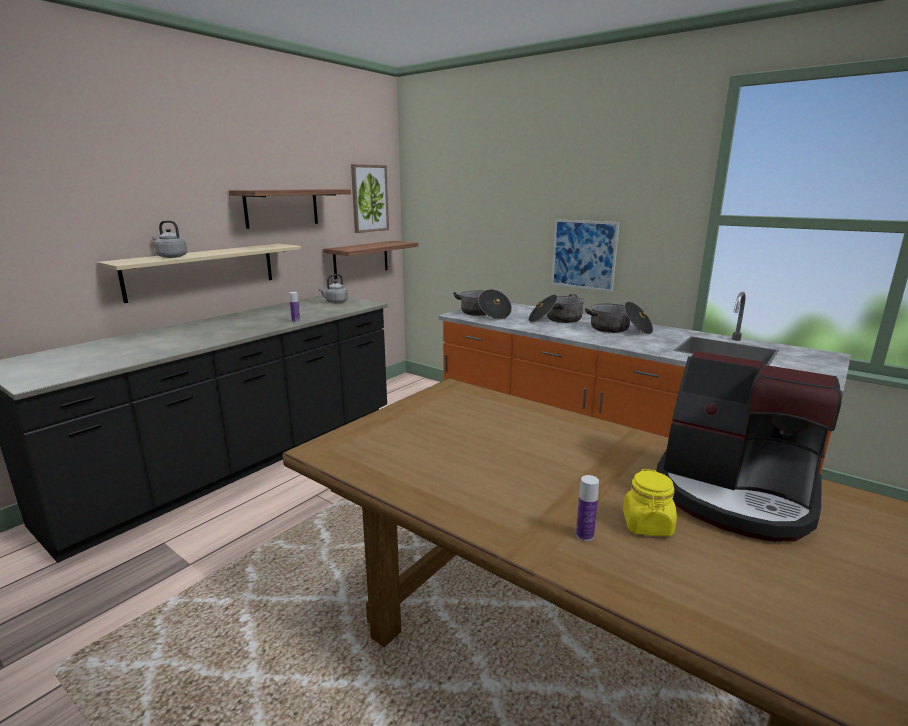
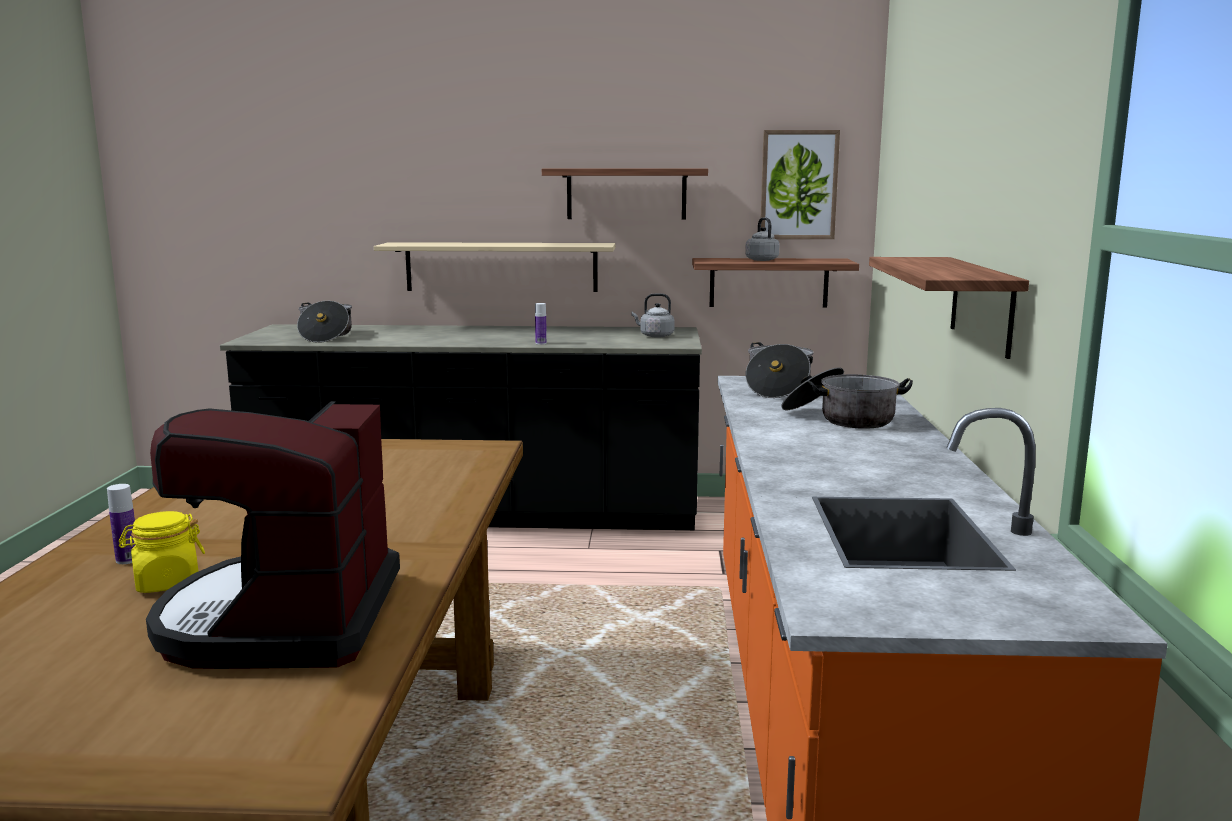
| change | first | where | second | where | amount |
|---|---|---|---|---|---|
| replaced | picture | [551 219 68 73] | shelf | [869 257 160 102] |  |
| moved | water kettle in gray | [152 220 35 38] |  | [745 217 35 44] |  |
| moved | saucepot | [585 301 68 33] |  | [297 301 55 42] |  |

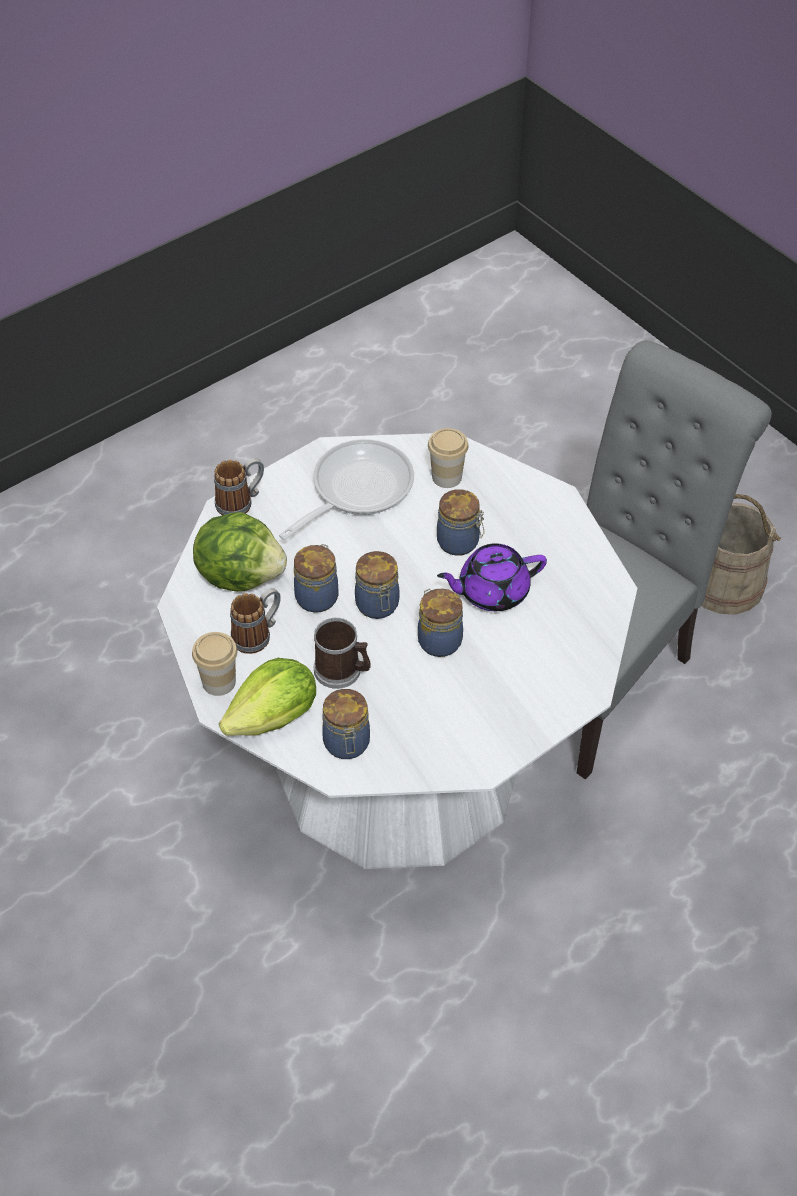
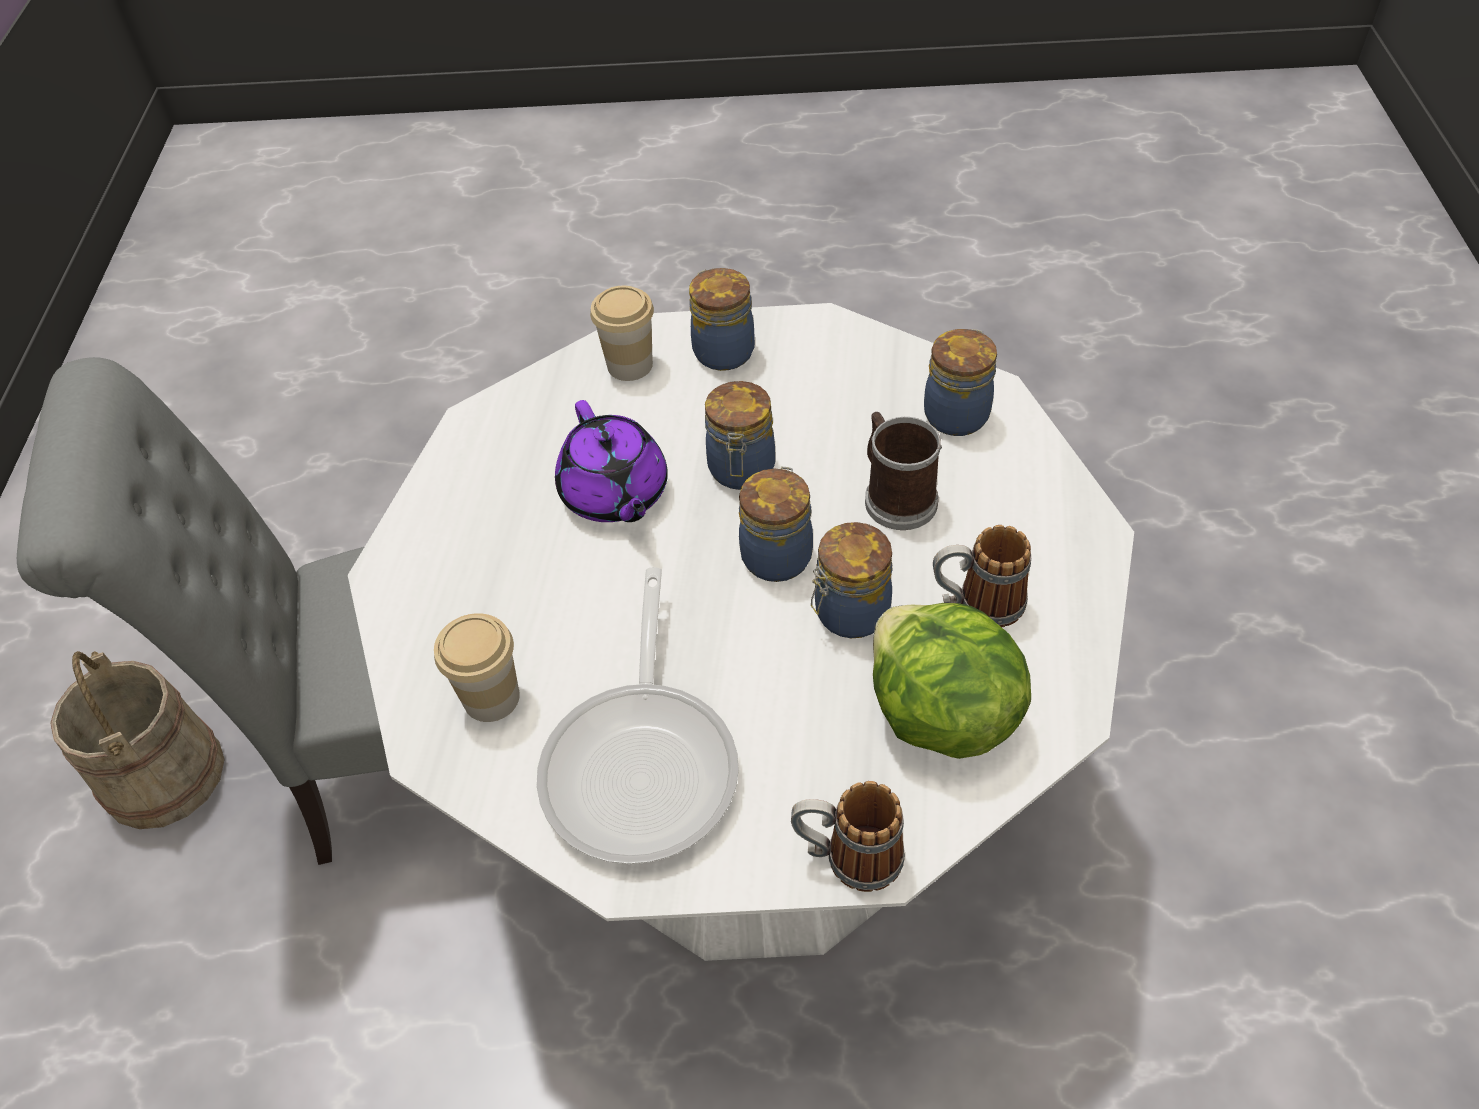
| change | first | where | second | where | amount |
|---|---|---|---|---|---|
| turned | skillet | [279 439 135 101] |  | [537 567 202 297] | 75 degrees counterclockwise |
| moved | preserve jar | [437 489 47 67] |  | [689 268 66 103] |  |
| turned | teapot in purplish | [437 543 110 68] |  | [555 400 113 122] | 45 degrees clockwise |
| moved | small cup | [192 632 46 64] |  | [590 286 64 95] |  |
| removed | lettuce | [219 658 97 78] |  |  |  |

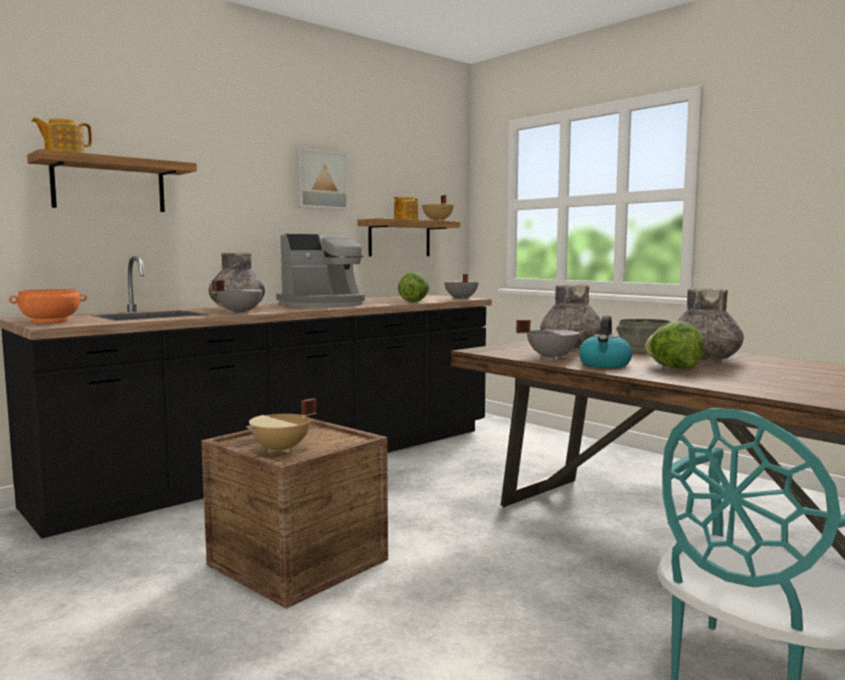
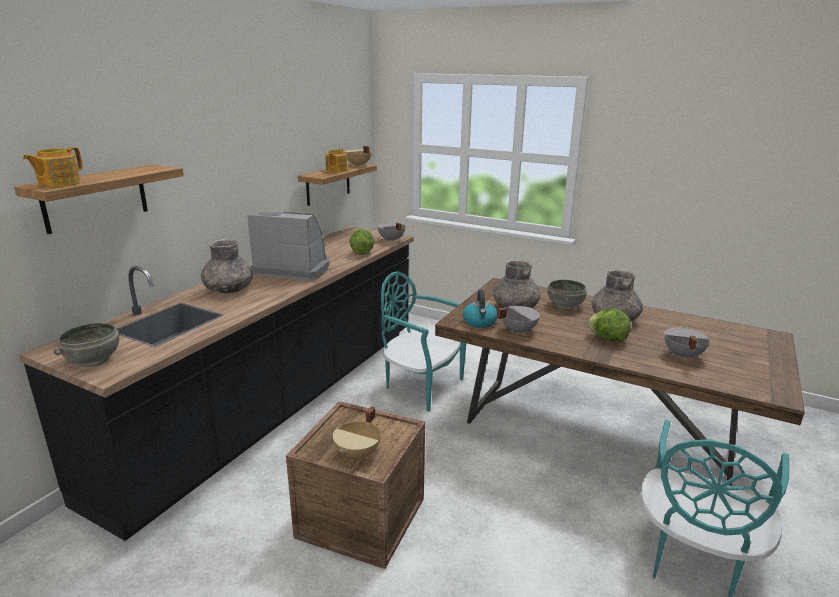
| change | first | where | second | where | amount |
|---|---|---|---|---|---|
| removed | picture | [296 148 53 62] |  |  |  |
| turned | coffee brewer | [276 234 89 73] |  | [247 212 82 69] | 120 degrees counterclockwise |
| moved | saucepot in gray | [212 280 51 34] |  | [664 326 46 34] |  |
| recoloured | deep dish in orange | [9 289 78 34] | deep dish in gray | [54 323 67 44] |  |
| moved | water kettle | [579 315 53 53] |  | [463 290 34 38] |  |
| added |  |  | upright chair in turquoise | [381 271 85 141] |  |

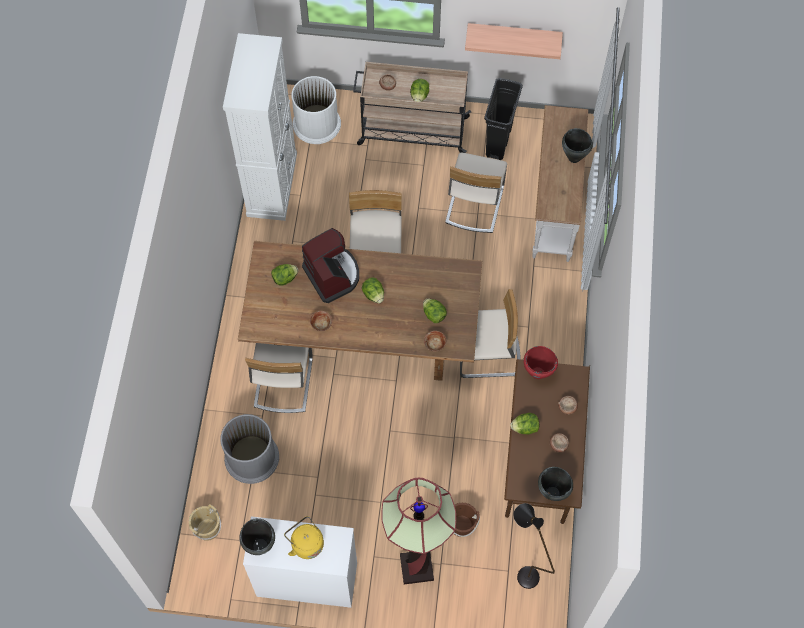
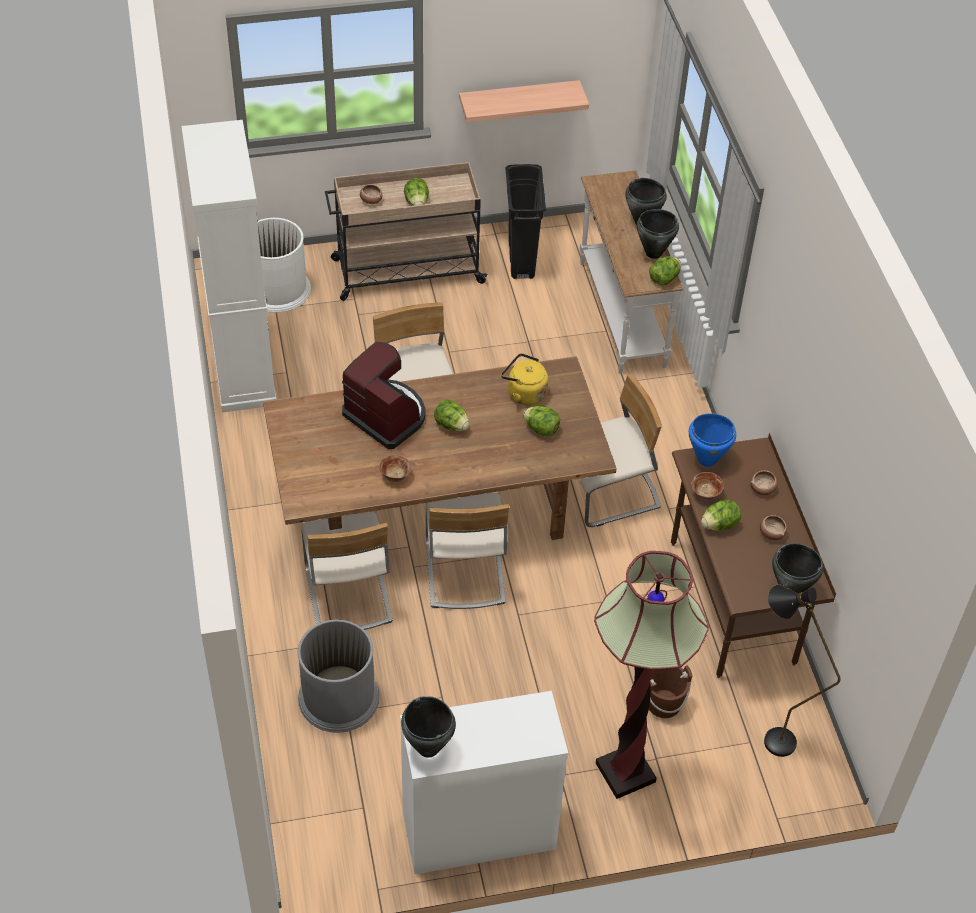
| change | first | where | second | where | amount |
|---|---|---|---|---|---|
| moved | upright chair in beige-coloured | [445 153 62 80] |  | [426 493 83 116] |  |
| moved | lettuce | [271 264 27 21] |  | [649 257 32 28] |  |
| moved | deep dish | [424 331 22 20] |  | [691 472 33 28] |  |
| recoloured | saucepot in reddish | [523 346 35 33] | saucepot in bluish | [689 413 47 54] |  |
| removed | pail in beige-coloured | [189 504 32 37] |  |  |  |
| moved | water kettle in yellow-coloured | [284 516 40 43] |  | [501 353 47 52] |  |
| added |  |  | saucepot in black | [637 209 42 50] |  |

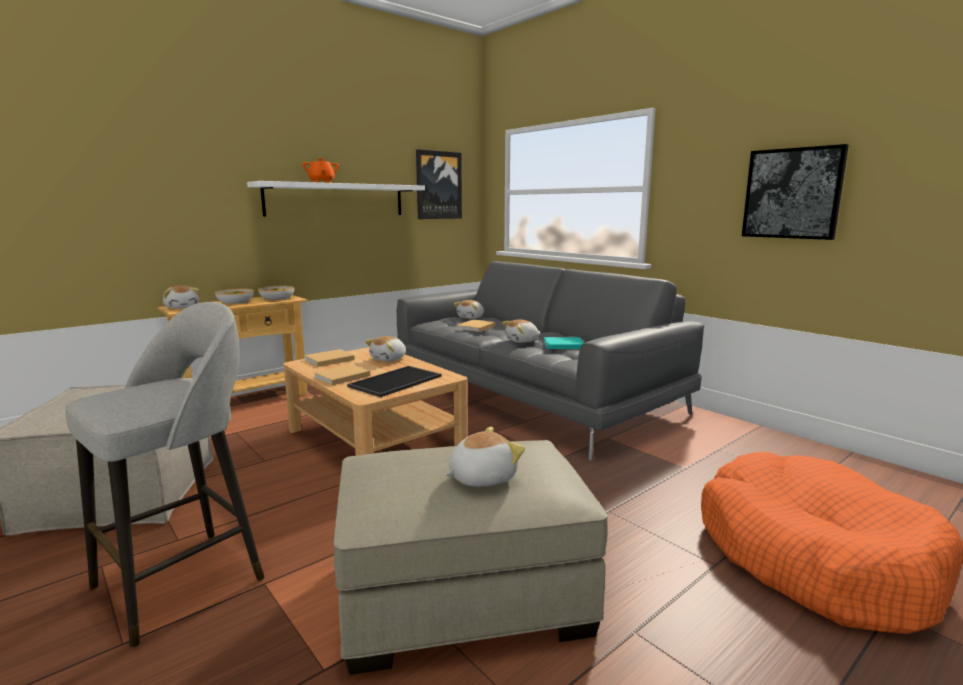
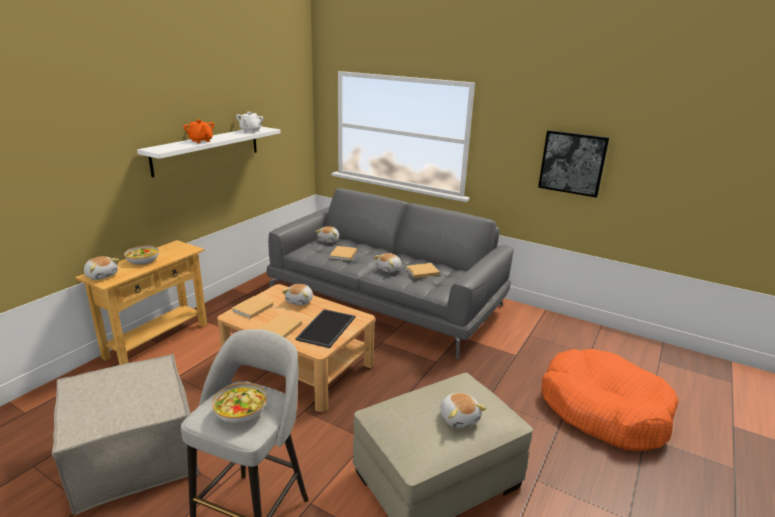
| change | first | where | second | where | amount |
|---|---|---|---|---|---|
| removed | picture | [416 149 46 70] |  |  |  |
| moved | deep dish | [258 286 36 15] |  | [212 383 55 41] |  |
| recoloured | volume in turquoise | [544 337 40 12] | volume in beige-coloured | [406 263 34 15] |  |
| turned | cuddly toy | [445 427 80 60] |  | [440 393 47 35] | 120 degrees clockwise |
| added |  |  | teapot in whitish | [236 112 27 21] |  |

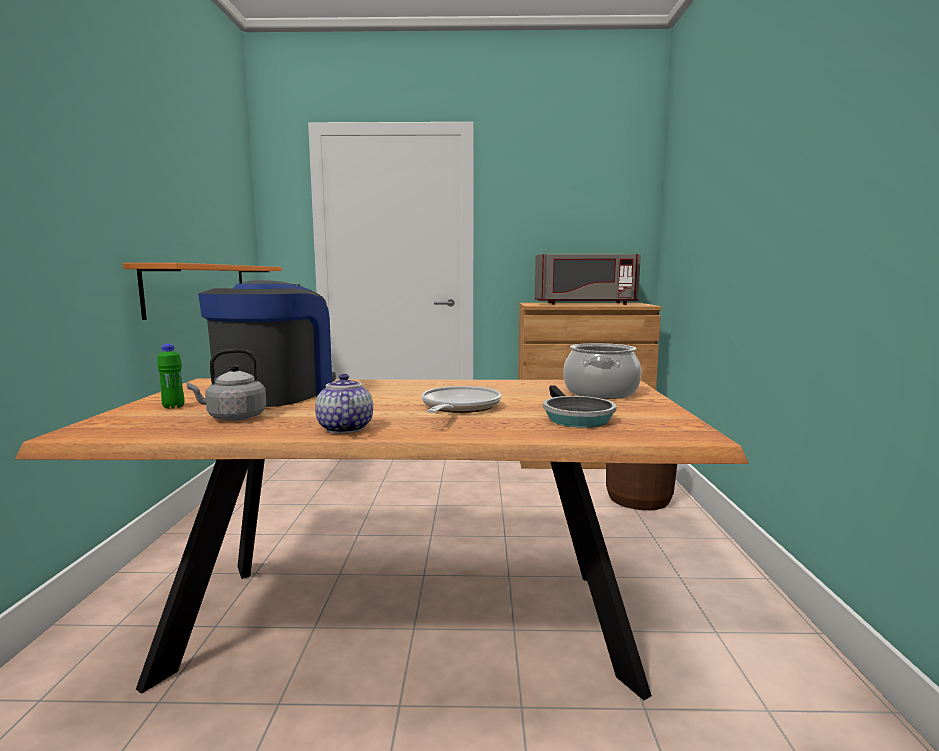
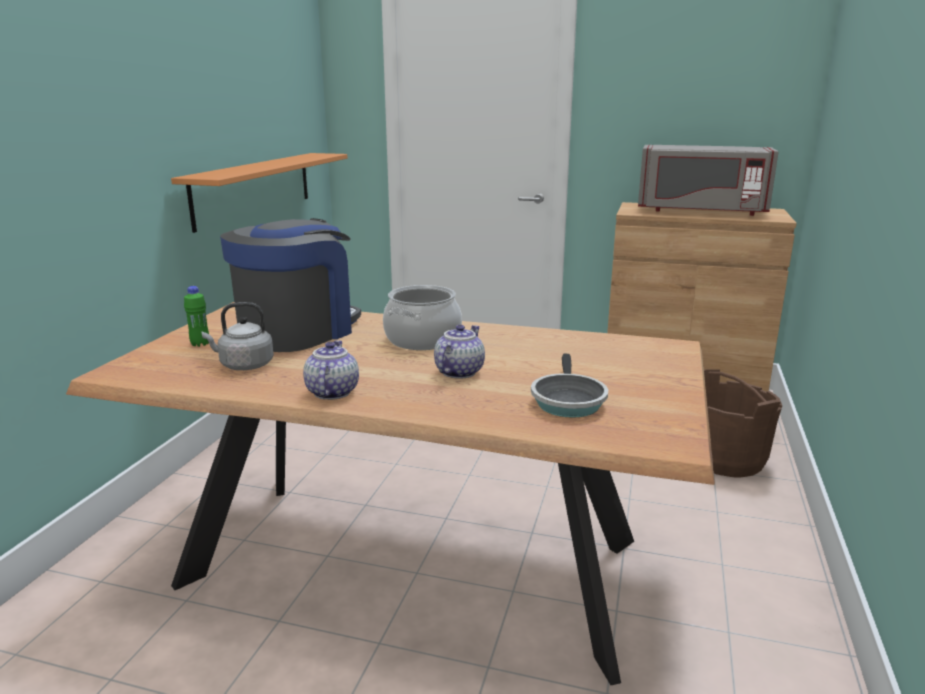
| change | first | where | second | where | amount |
|---|---|---|---|---|---|
| moved | saucepot | [563 343 78 56] |  | [383 285 79 65] |  |
| replaced | skillet | [422 386 79 27] | teapot | [434 325 51 54] |  |

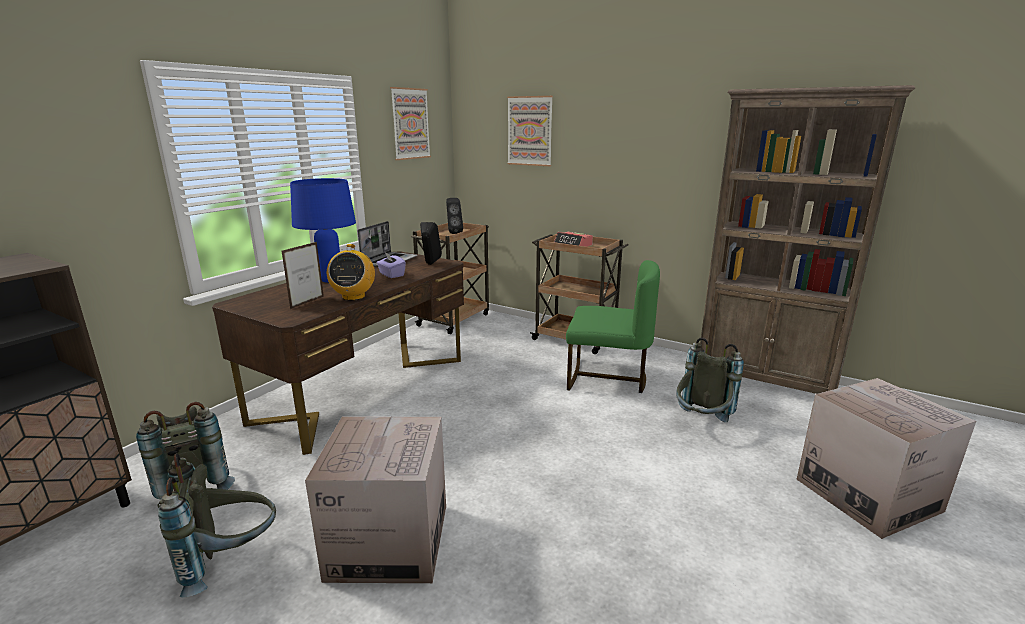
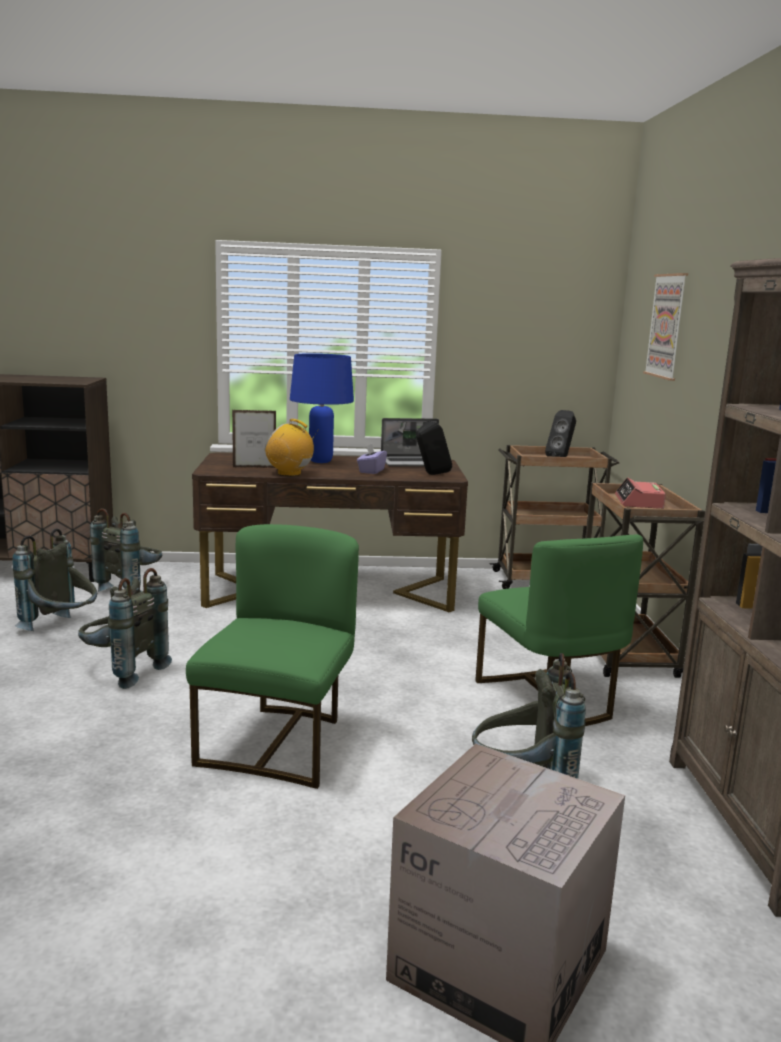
| change | first | where | second | where | amount |
|---|---|---|---|---|---|
| removed | picture | [390 87 41 73] |  |  |  |
| turned | radio receiver | [327 244 48 57] |  | [265 419 54 57] | 60 degrees clockwise |
| replaced | packing box | [305 416 141 167] | knapsack in gray | [78 568 94 121] |  |
| added |  |  | upright chair in green | [186 524 173 265] |  |

